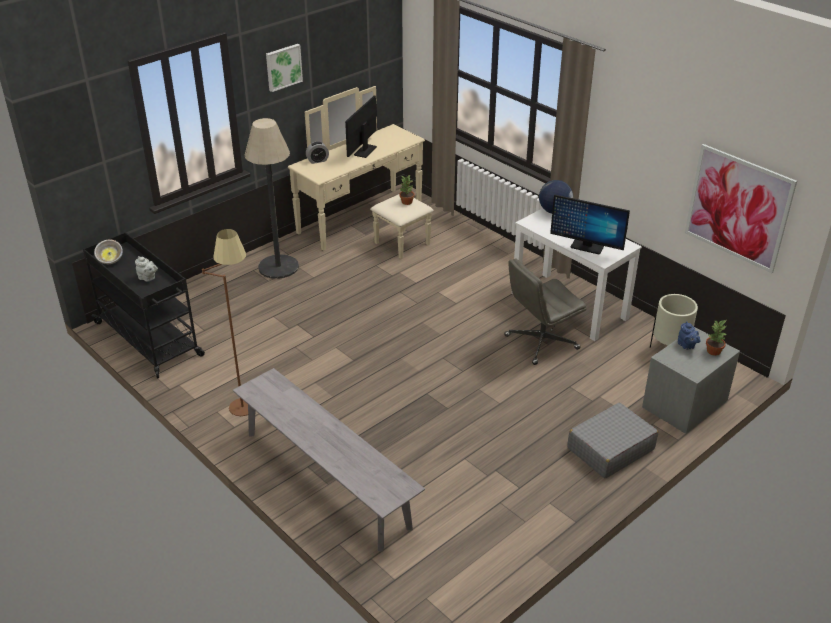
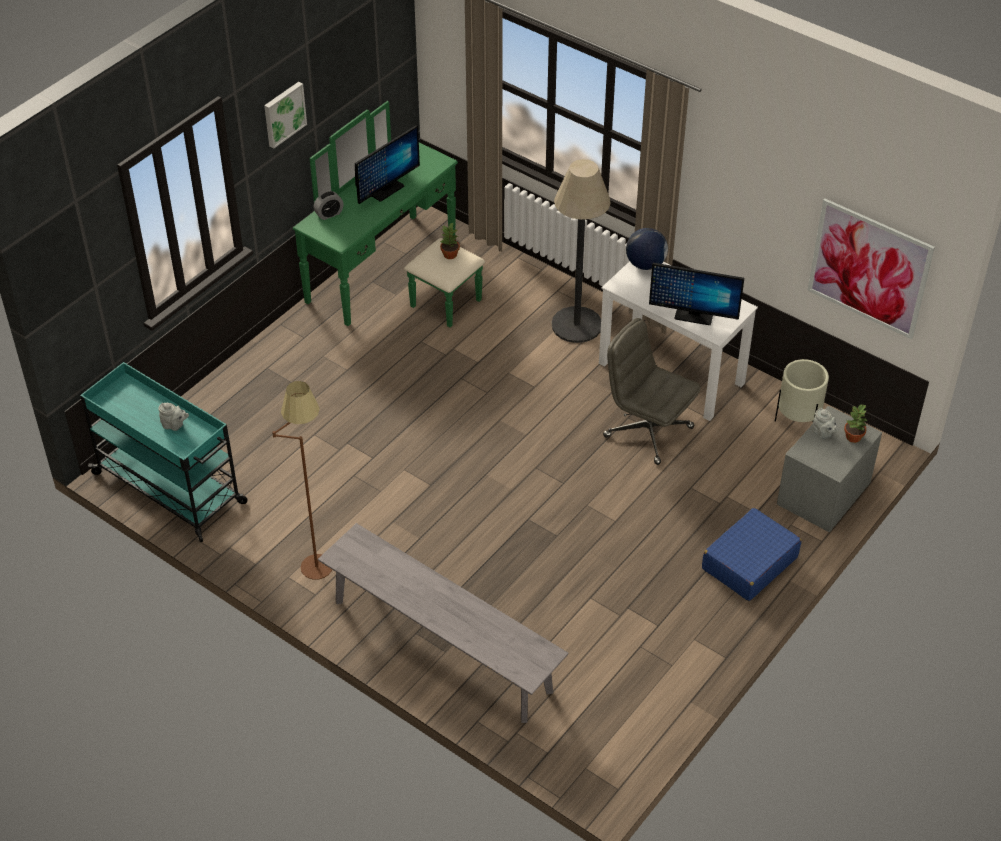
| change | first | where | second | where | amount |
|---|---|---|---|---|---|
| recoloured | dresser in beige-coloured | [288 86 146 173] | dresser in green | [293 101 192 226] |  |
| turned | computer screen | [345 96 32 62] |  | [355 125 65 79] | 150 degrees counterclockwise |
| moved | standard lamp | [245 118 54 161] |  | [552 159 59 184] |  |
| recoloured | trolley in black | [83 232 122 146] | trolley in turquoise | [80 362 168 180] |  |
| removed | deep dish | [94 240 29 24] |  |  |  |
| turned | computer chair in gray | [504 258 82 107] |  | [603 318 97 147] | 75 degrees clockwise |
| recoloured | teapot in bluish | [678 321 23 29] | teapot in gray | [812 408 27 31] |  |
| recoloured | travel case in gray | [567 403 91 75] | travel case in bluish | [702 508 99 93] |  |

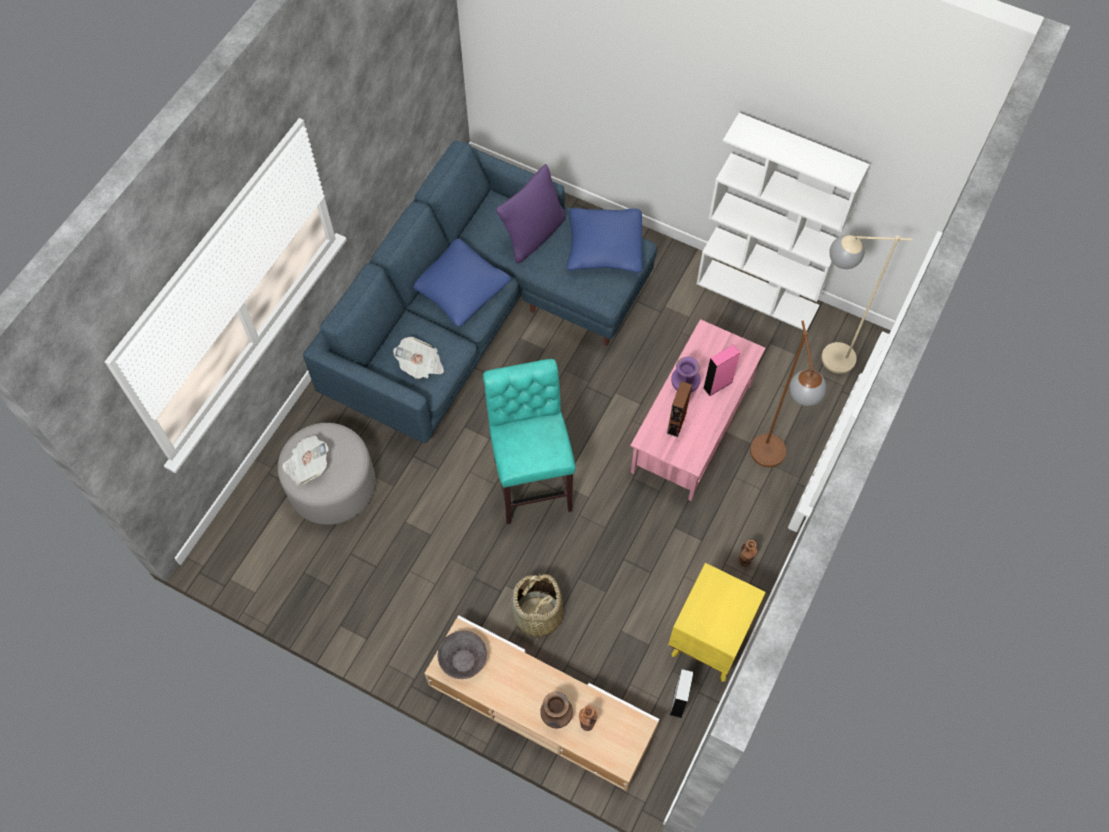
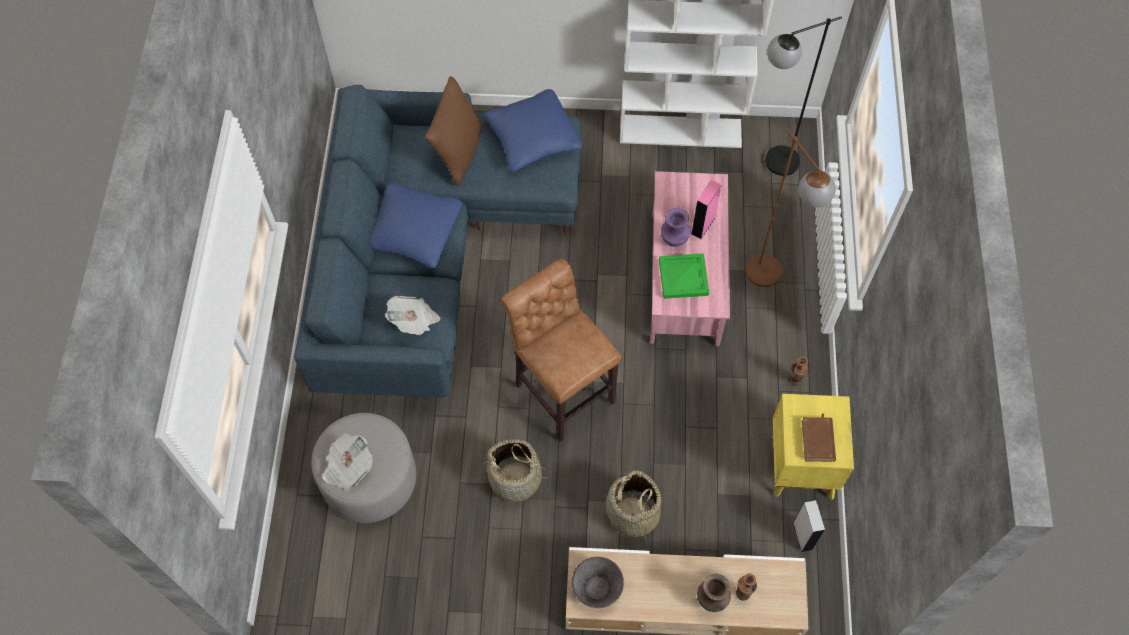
| change | first | where | second | where | amount |
|---|---|---|---|---|---|
| recoloured | pillow in purplish | [496 164 70 99] | pillow in brown | [425 76 57 109] |  |
| recoloured | standard lamp in beige-coloured | [821 235 91 139] | standard lamp in black | [765 16 77 160] |  |
| recoloured | stool in turquoise | [483 359 93 165] | stool in brown | [501 259 120 183] |  |
| replaced | loudspeaker in brown | [666 381 26 56] | carrying tray in green | [659 253 50 46] |  |
| added |  |  | volume in brown | [802 414 34 48] |  |
| added |  |  | storage basket | [483 439 70 64] |  |

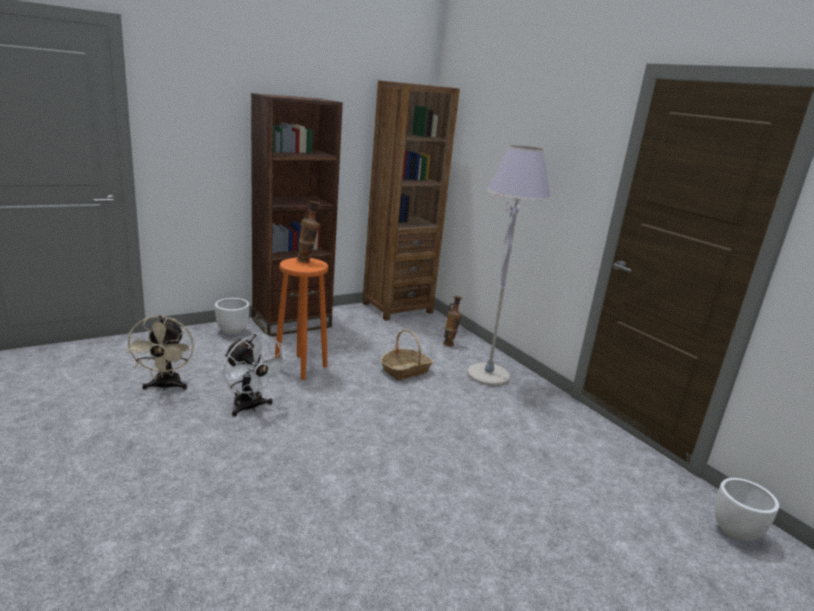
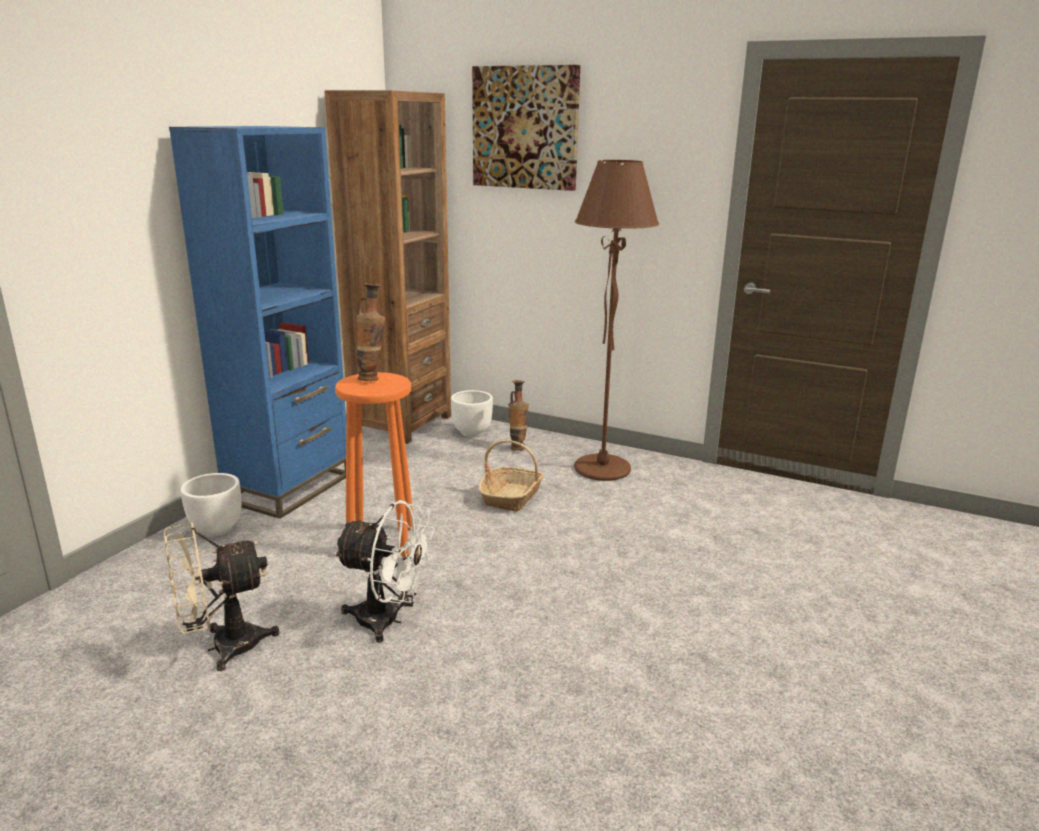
| change | first | where | second | where | amount |
|---|---|---|---|---|---|
| recoloured | shelving unit in brown | [251 93 92 243] | shelving unit in bluish | [169 126 177 393] |  |
| recoloured | standard lamp in gray | [467 145 84 241] | standard lamp in brown | [574 160 85 321] |  |
| turned | electric fan in beige-coloured | [125 315 69 76] |  | [164 522 116 149] | 105 degrees clockwise |
| moved | planter in whitish | [714 478 65 64] |  | [451 390 42 47] |  |
| added |  |  | picture | [472 65 108 126] |  |

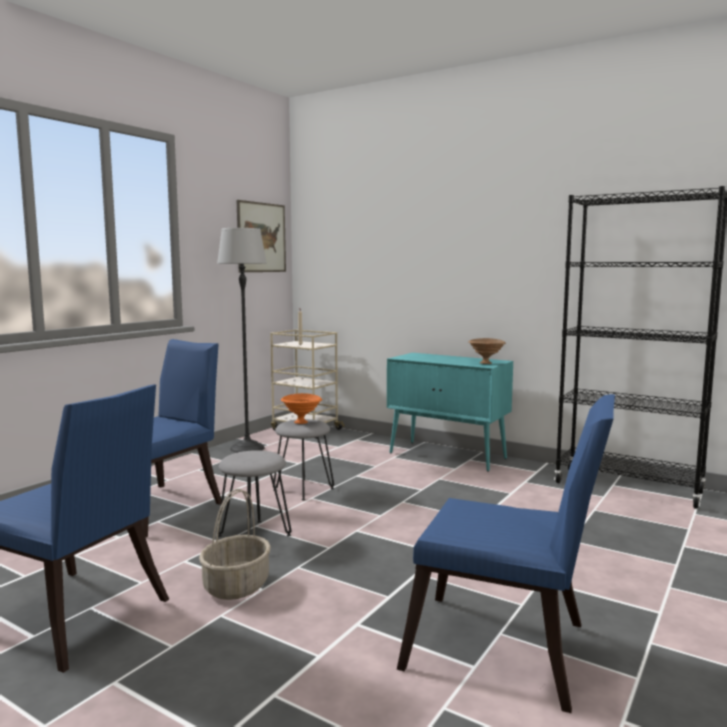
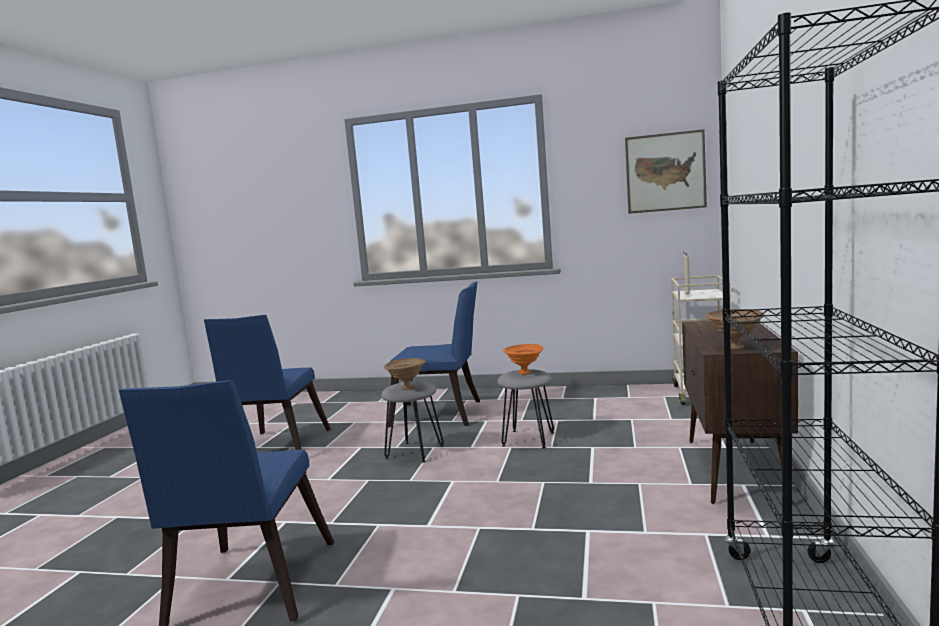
| change | first | where | second | where | amount |
|---|---|---|---|---|---|
| removed | standard lamp | [217 228 50 225] |  |  |  |
| recoloured | storage cabinet in turquoise | [387 353 126 119] | storage cabinet in brown | [682 321 116 184] |  |
| removed | storage basket | [199 489 72 111] |  |  |  |
| added |  |  | deep dish in brown | [384 358 42 32] |  |

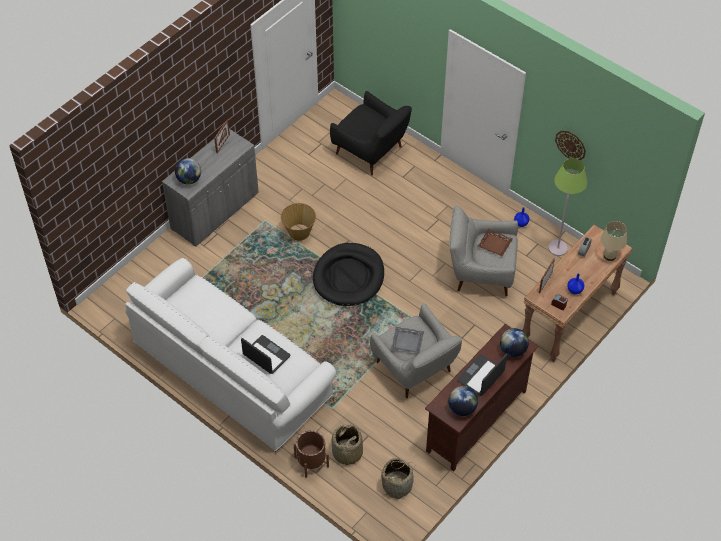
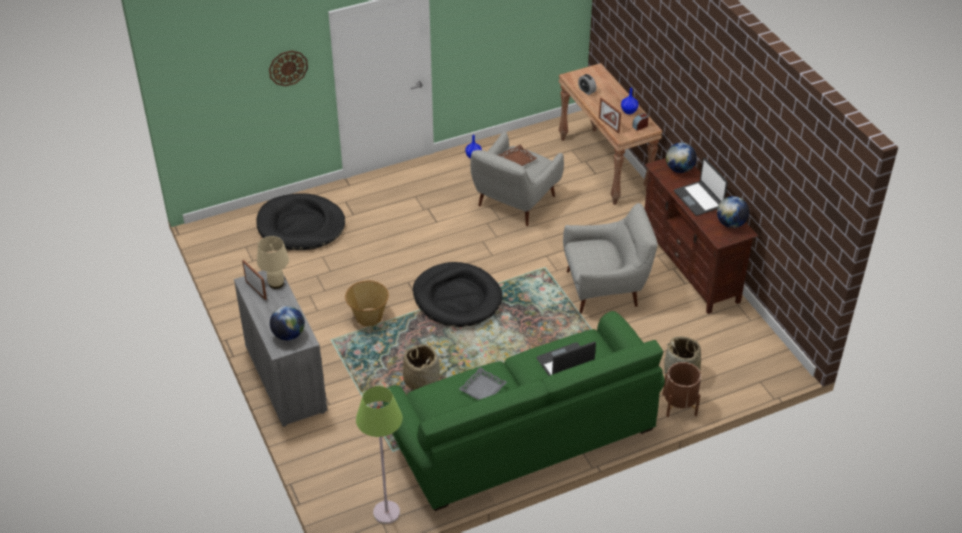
| change | first | where | second | where | amount |
|---|---|---|---|---|---|
| replaced | easy chair in black | [330 91 82 85] | dog cushion in black | [256 193 89 57] |  |
| moved | clock on the wall | [555 131 31 29] |  | [269 50 39 36] |  |
| moved | standard lamp in green | [548 158 39 98] |  | [356 386 47 138] |  |
| moved | tabletop lamp in beige-coloured | [601 221 26 40] |  | [257 236 32 53] |  |
| recoloured | couch in whitish | [125 258 212 193] | couch in green | [383 311 282 200] |  |
| moved | carrying tray in gray | [391 327 33 26] |  | [459 367 48 33] |  |
| moved | storage basket | [381 458 34 41] |  | [403 344 37 46] |  |

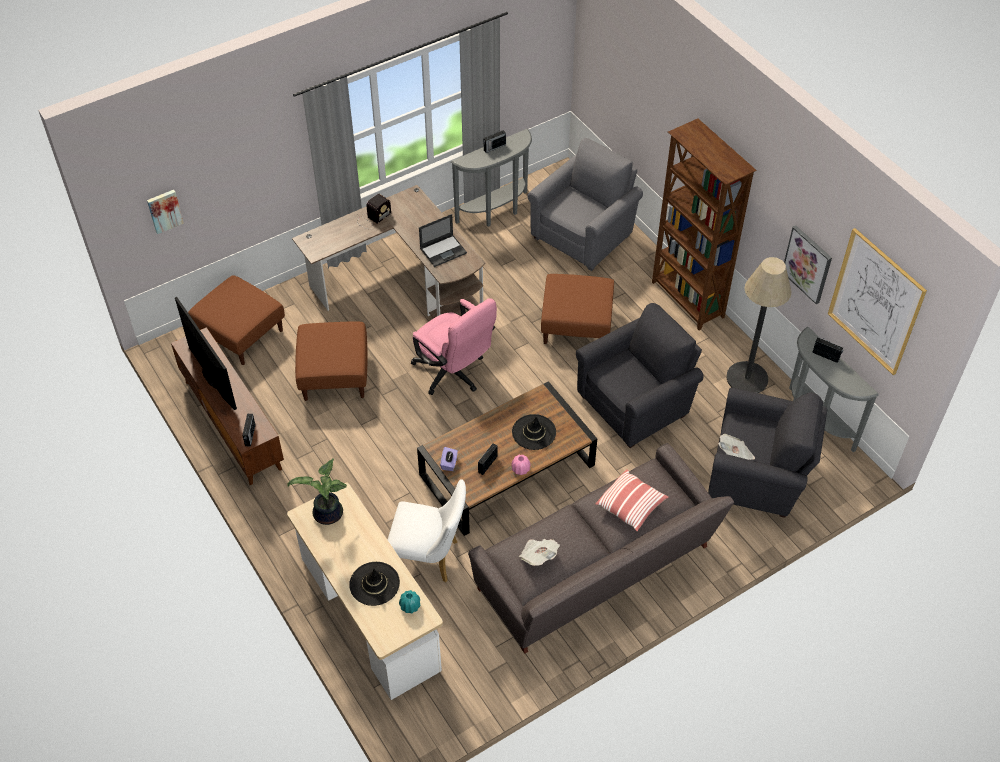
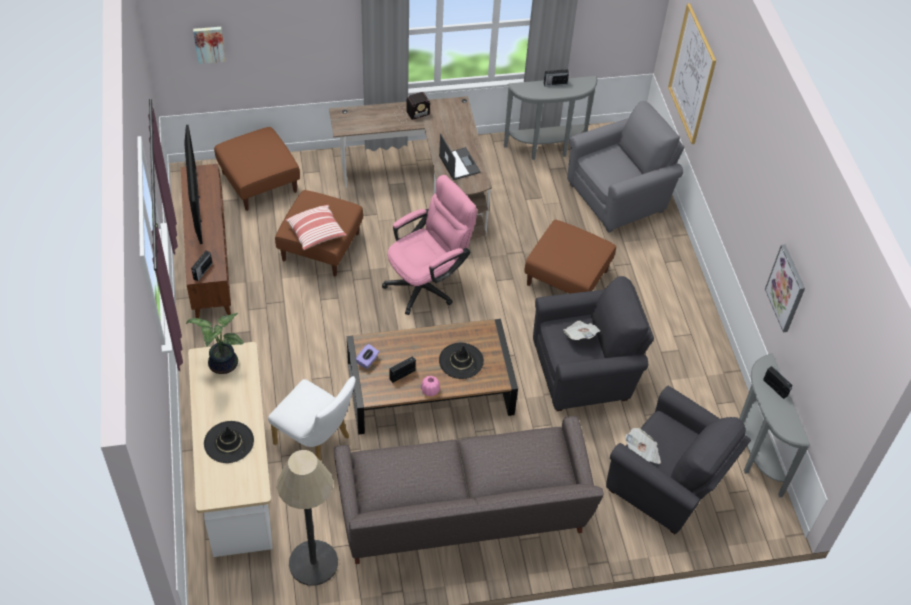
| change | first | where | second | where | amount |
|---|---|---|---|---|---|
| removed | shelving unit in brown | [652 118 105 212] |  |  |  |
| turned | laptop | [419 214 48 53] |  | [439 133 42 47] | 105 degrees counterclockwise |
| moved | picture | [828 228 99 147] |  | [668 3 48 141] |  |
| moved | standard lamp | [726 257 65 136] |  | [277 450 61 136] |  |
| turned | computer chair in pink-coloured | [411 298 86 97] |  | [382 175 95 140] | 105 degrees counterclockwise |
| moved | pillow | [595 469 74 63] |  | [285 205 62 45] |  |
| moved | daily paper | [519 539 41 27] |  | [563 321 37 19] |  |
| removed | vase in turquoise | [399 590 21 23] |  |  |  |

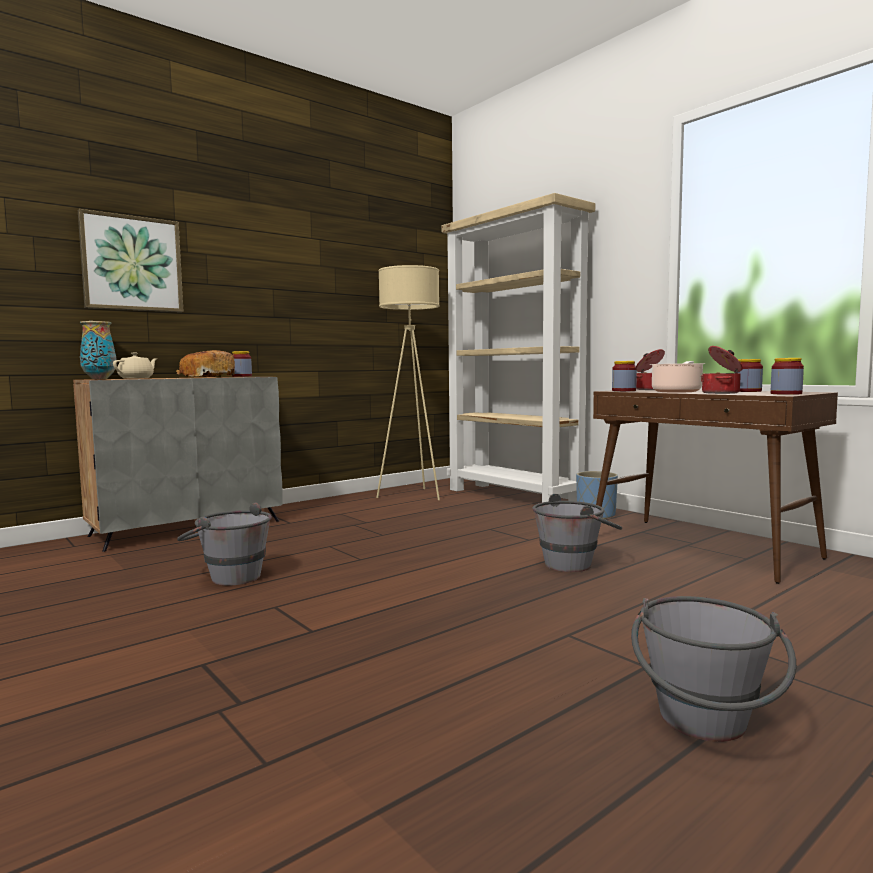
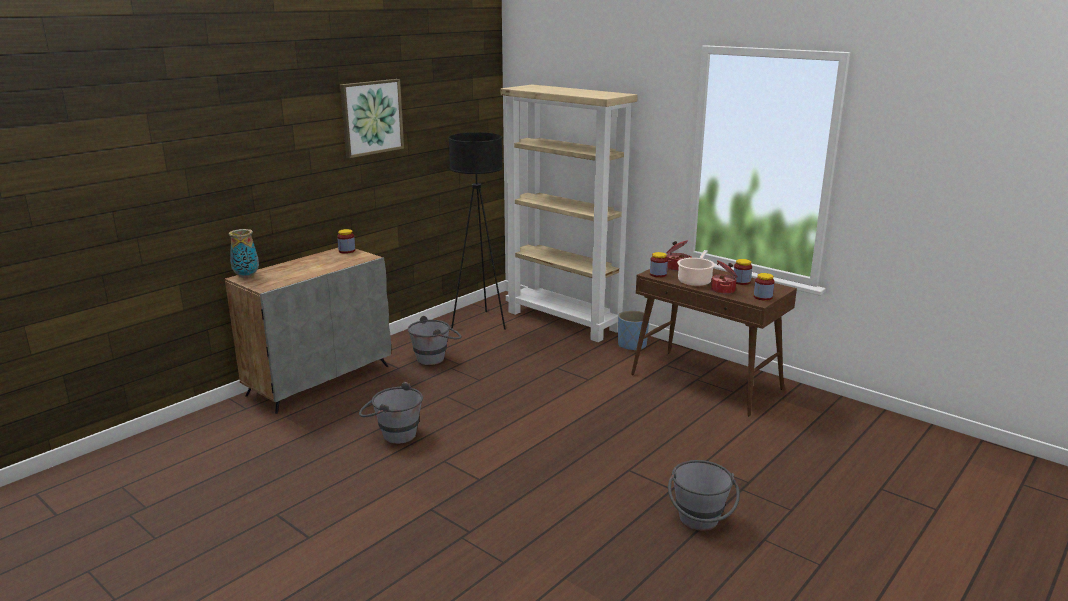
| change | first | where | second | where | amount |
|---|---|---|---|---|---|
| moved | picture | [78 209 106 103] |  | [340 79 64 79] |  |
| recoloured | standard lamp in beige-coloured | [376 265 64 235] | standard lamp in black | [448 132 58 198] |  |
| removed | bakery bread | [176 350 59 27] |  |  |  |
| removed | teapot in beige-coloured | [113 352 45 27] |  |  |  |
| moved | pail in gray | [532 494 90 78] |  | [407 316 54 49] |  |

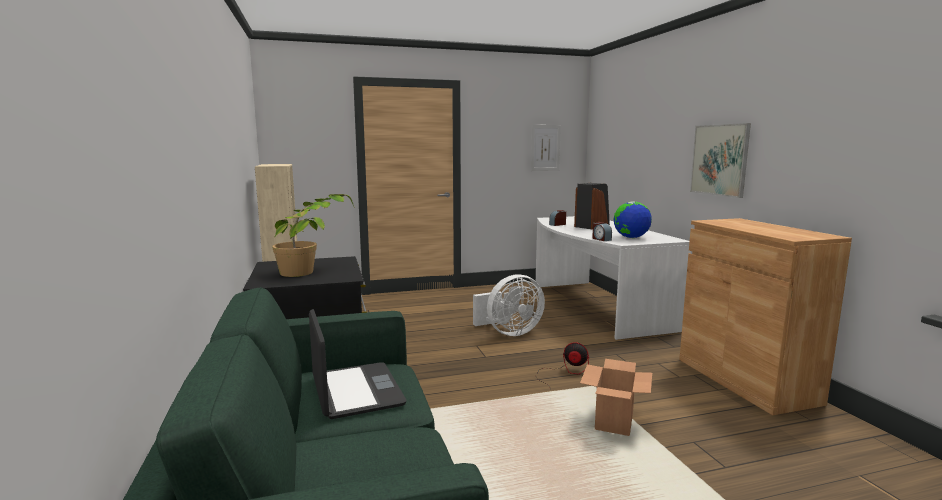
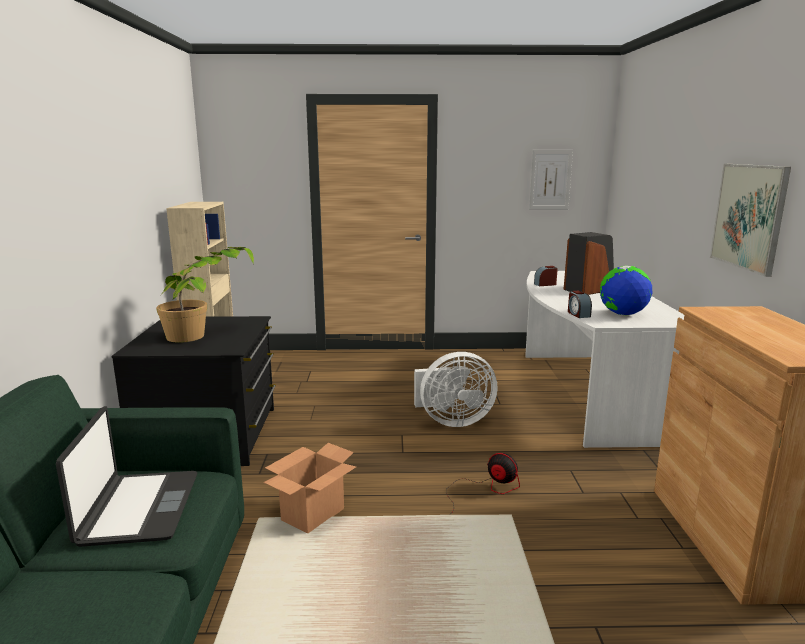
| change | first | where | second | where | amount |
|---|---|---|---|---|---|
| moved | packing box | [580 359 72 77] |  | [263 443 93 90] |  |

